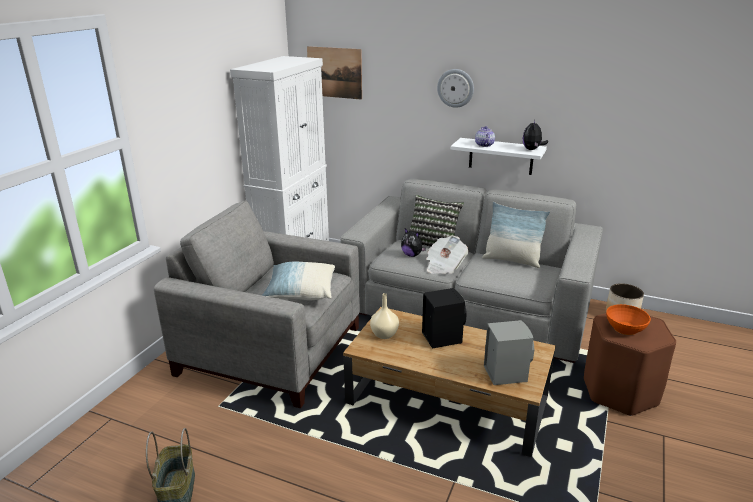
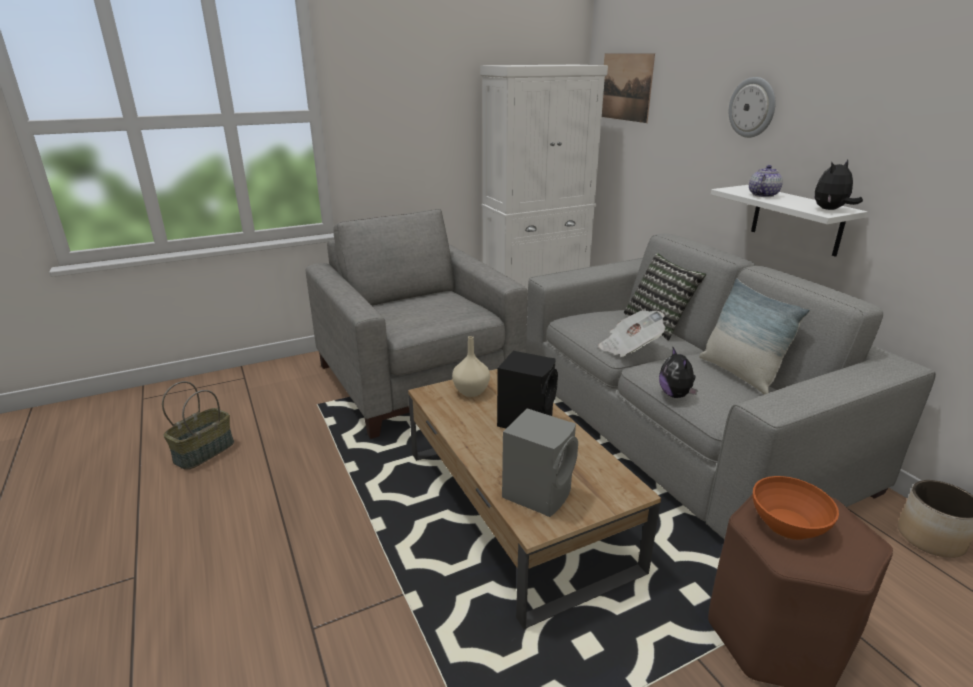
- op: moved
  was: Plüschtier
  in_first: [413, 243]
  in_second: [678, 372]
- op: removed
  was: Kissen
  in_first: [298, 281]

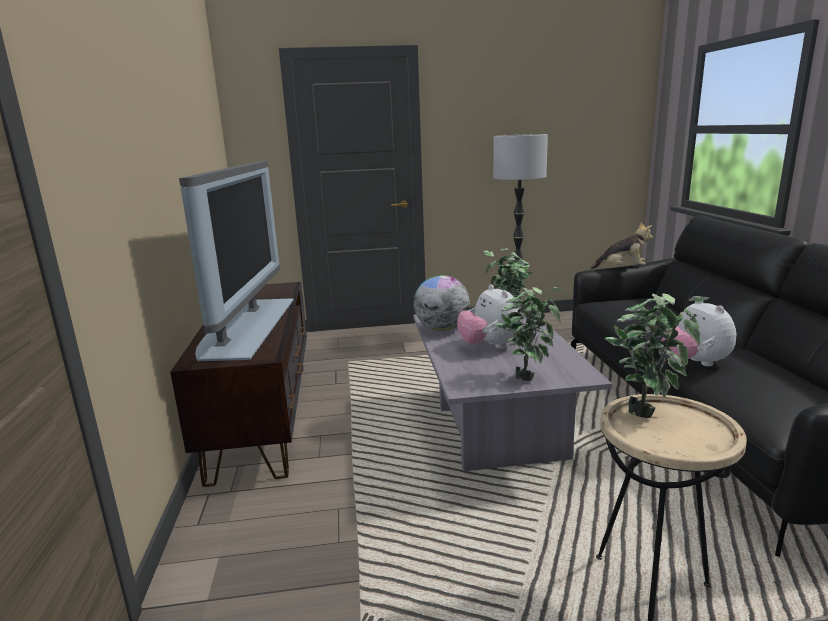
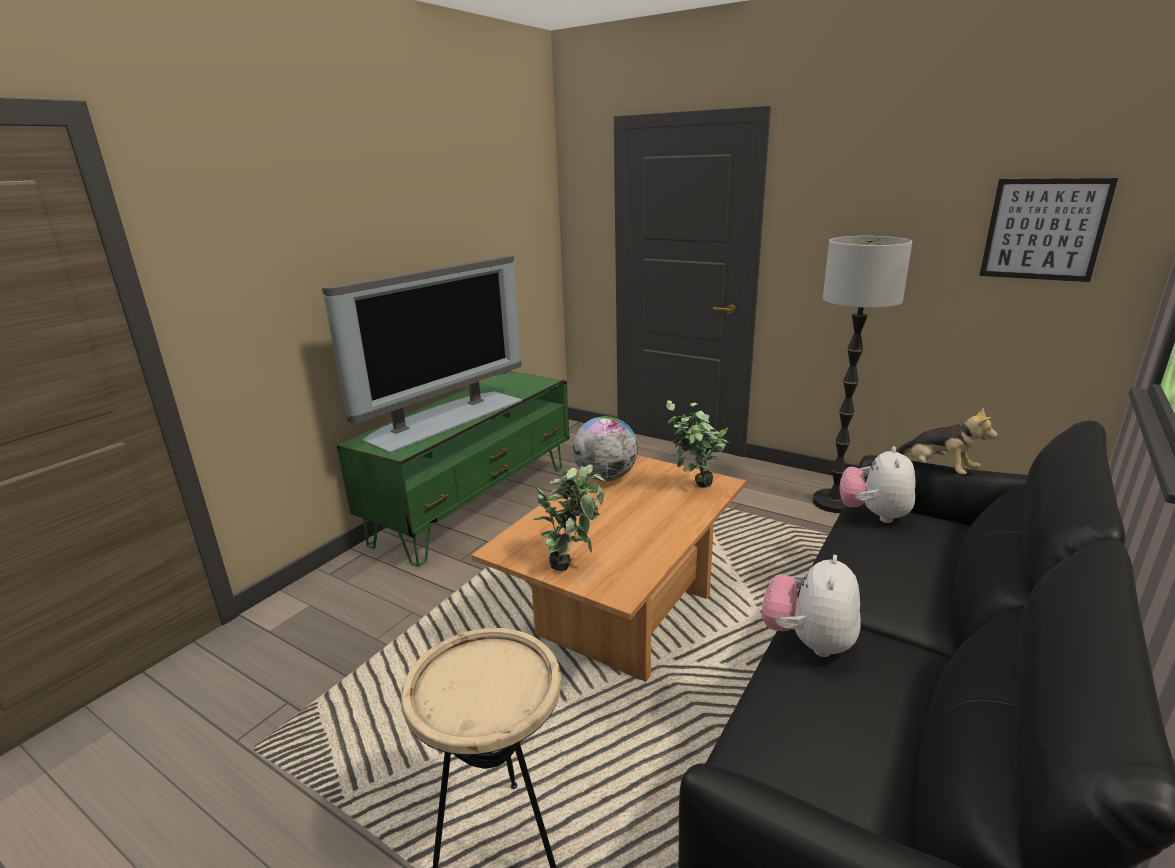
- op: recoloured
  was: Fernsehschrank [braun]
  now: Fernsehschrank [grün]
  in_first: [238, 384]
  in_second: [453, 469]
- op: moved
  was: Plüschtier
  in_first: [489, 316]
  in_second: [878, 484]
- op: removed
  was: Topfpflanze
  in_first: [658, 355]
- op: recoloured
  was: Couchtisch [grau]
  now: Couchtisch [braun]
  in_first: [512, 388]
  in_second: [608, 568]
- op: added
  now: Bild
  in_second: [1048, 230]

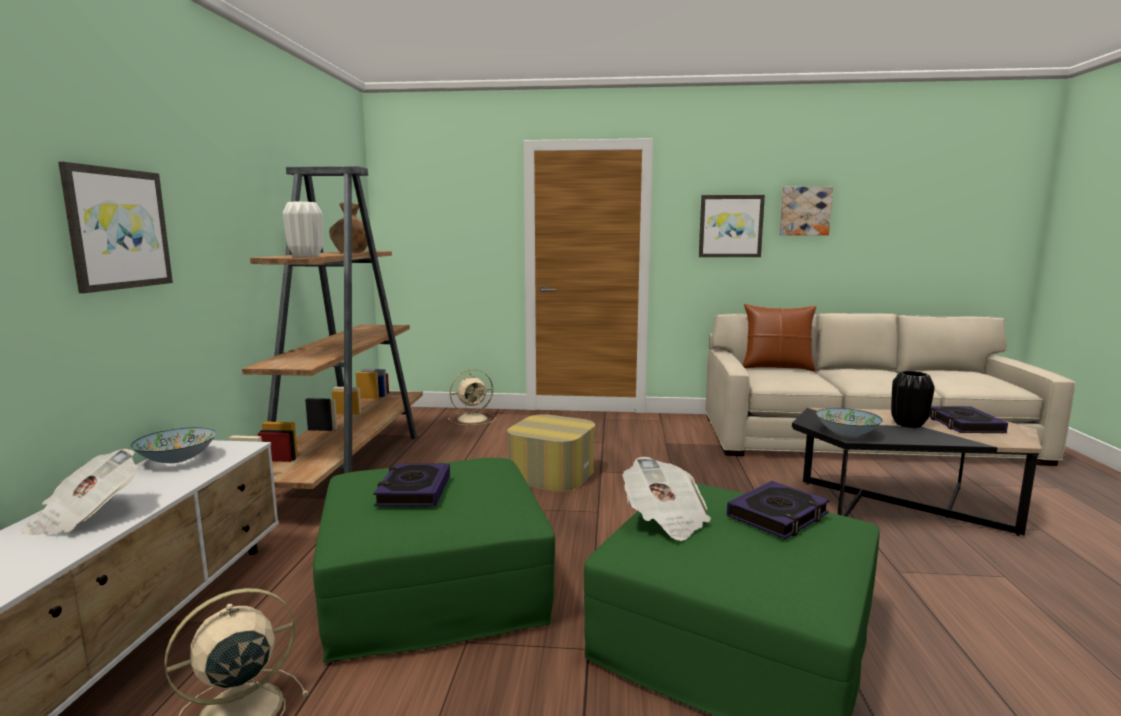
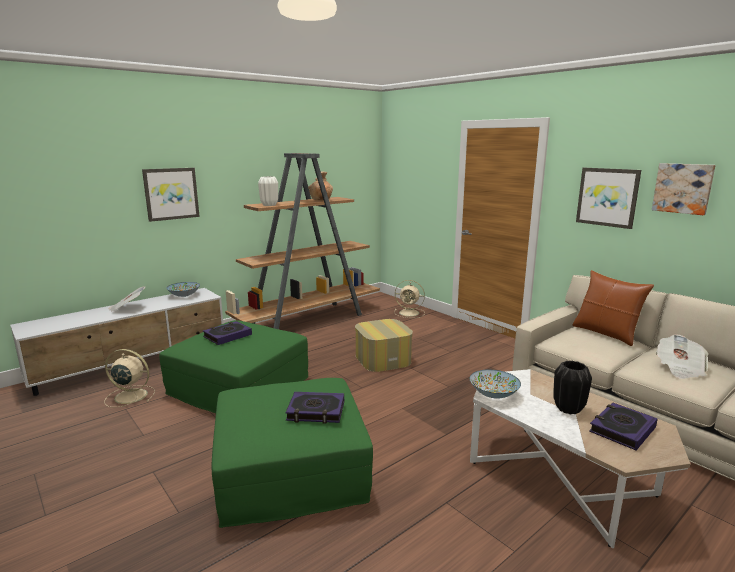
- op: recoloured
  was: Couchtisch [schwarz]
  now: Couchtisch [weiß]
  in_first: [916, 472]
  in_second: [580, 458]
- op: moved
  was: Zeitung
  in_first: [667, 499]
  in_second: [682, 356]

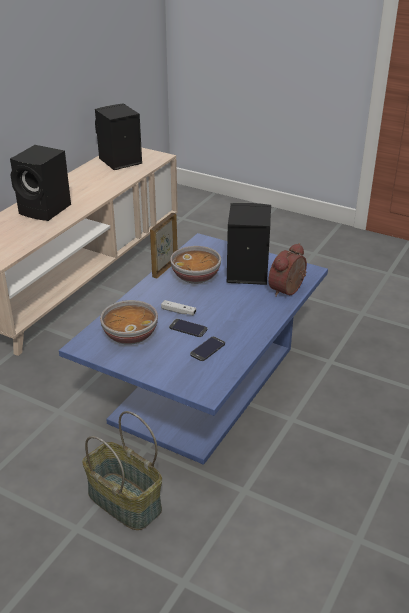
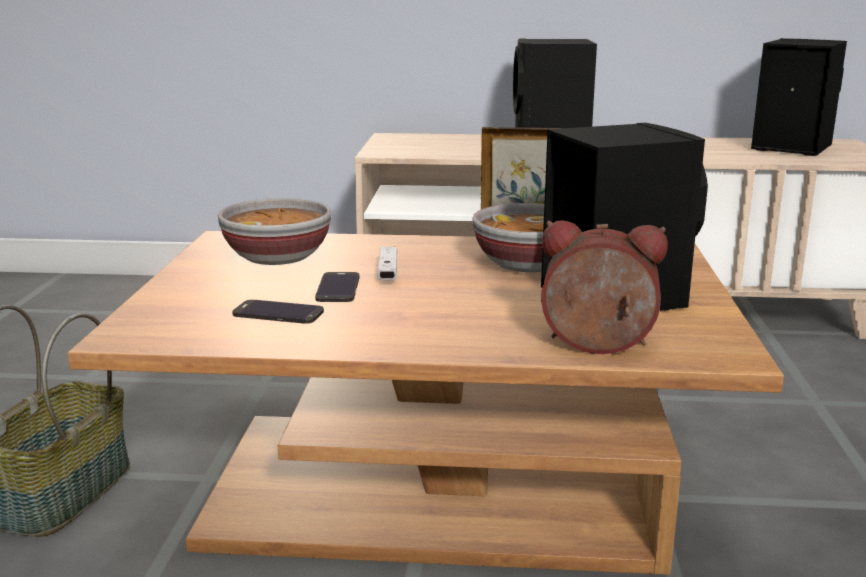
- op: recoloured
  was: Couchtisch [blau]
  now: Couchtisch [braun]
  in_first: [193, 349]
  in_second: [425, 403]

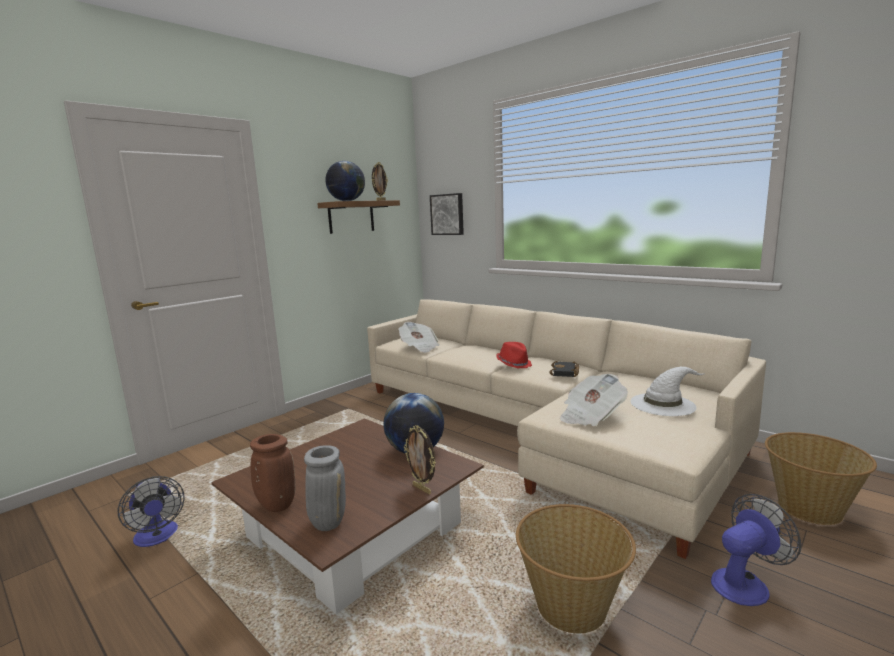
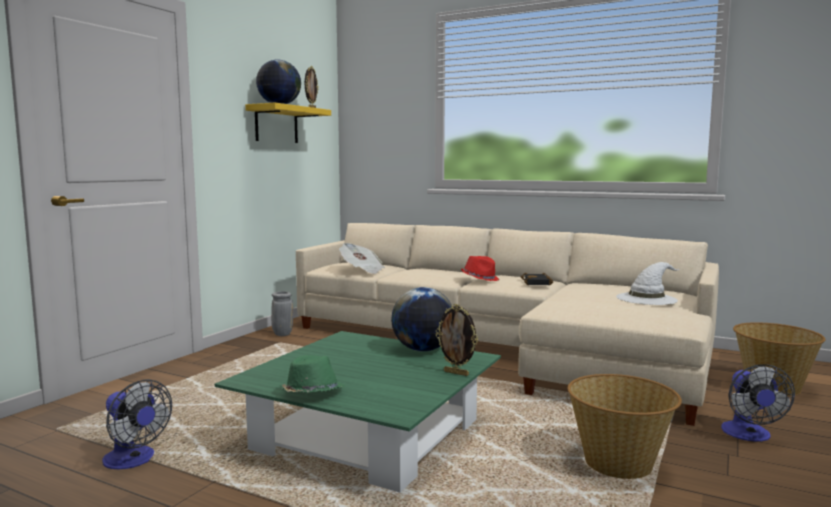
- op: removed
  was: Bild
  in_first: [447, 214]
- op: recoloured
  was: Wandregal [braun]
  now: Wandregal [gelb]
  in_first: [358, 217]
  in_second: [288, 123]
- op: removed
  was: Zeitung
  in_first: [594, 400]
- op: recoloured
  was: Couchtisch [braun]
  now: Couchtisch [grün]
  in_first: [347, 516]
  in_second: [358, 412]
- op: replaced
  was: Vase [braun]
  now: Hut [grün]
  in_first: [272, 473]
  in_second: [313, 373]
- op: moved
  was: Vase [grau]
  in_first: [325, 488]
  in_second: [282, 313]
- op: turned
  was: Ventilator
  in_first: [756, 550]
  in_second: [758, 402]
  clockwise: 135

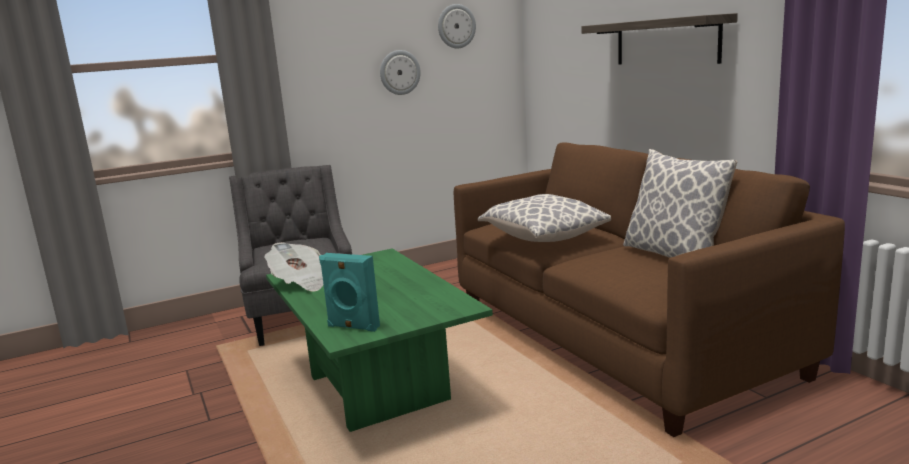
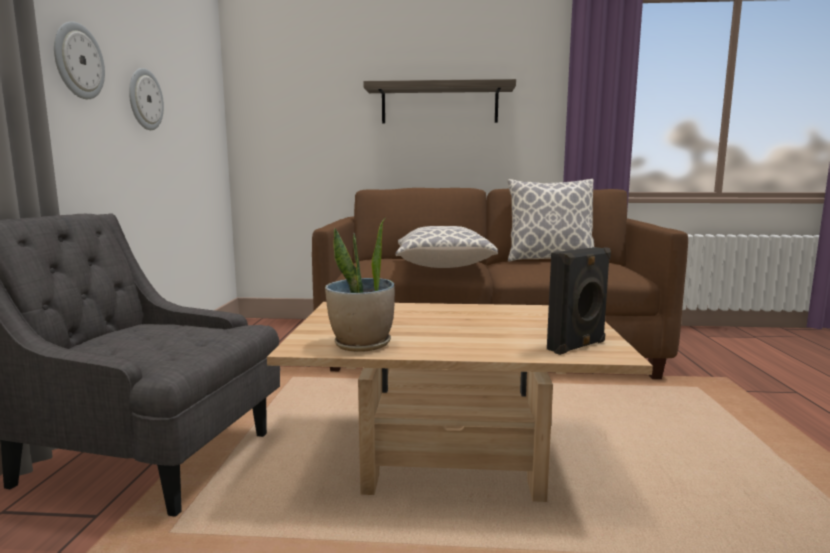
- op: moved
  was: Wanduhr
  in_first: [457, 26]
  in_second: [79, 60]
- op: replaced
  was: Zeitung
  now: Topfpflanze
  in_first: [293, 266]
  in_second: [360, 285]
- op: recoloured
  was: Couchtisch [grün]
  now: Couchtisch [beige]
  in_first: [379, 340]
  in_second: [460, 402]
- op: recoloured
  was: Lautsprecher [türkis]
  now: Lautsprecher [schwarz]
  in_first: [349, 292]
  in_second: [579, 301]

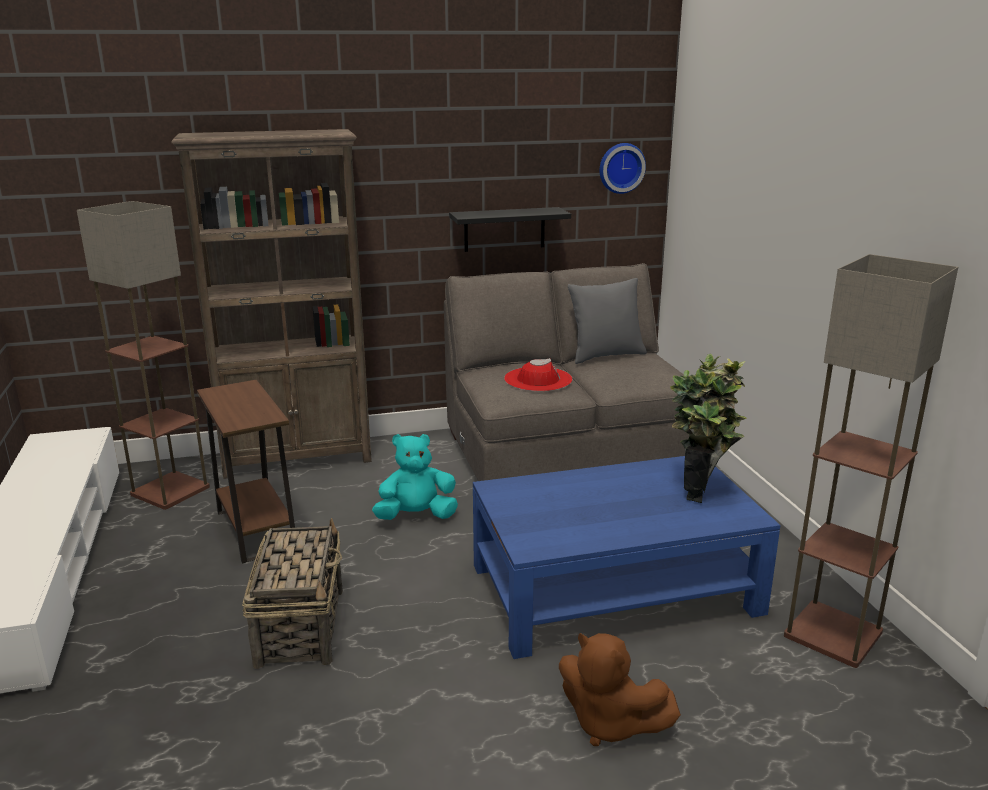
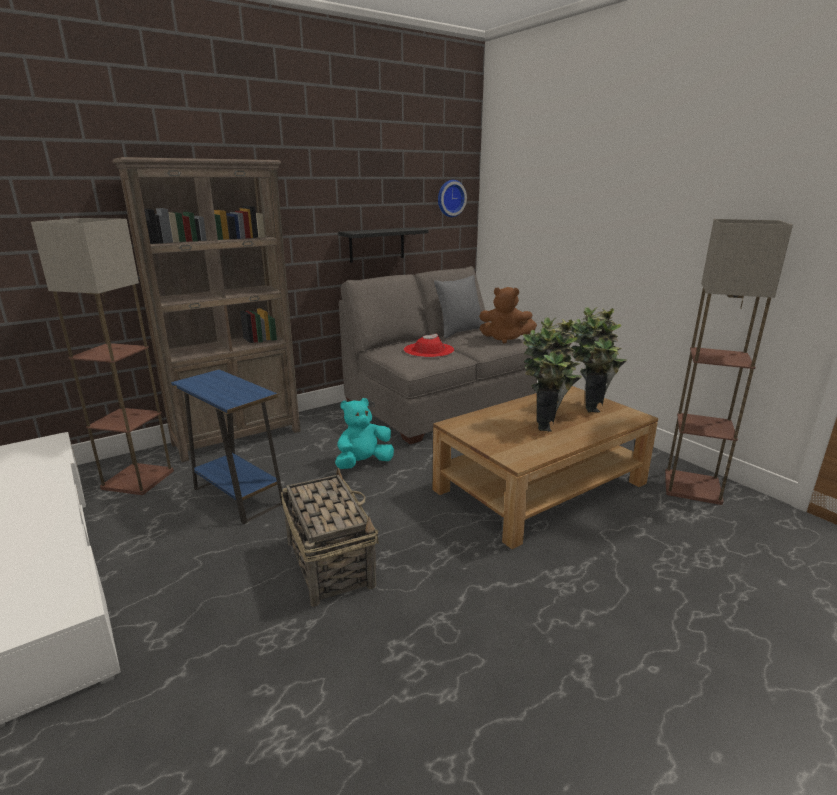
- op: recoloured
  was: Beistelltisch [braun]
  now: Beistelltisch [blau]
  in_first: [246, 472]
  in_second: [227, 446]
- op: recoloured
  was: Couchtisch [blau]
  now: Couchtisch [braun]
  in_first: [627, 557]
  in_second: [545, 467]
- op: moved
  was: Plüschtier [braun]
  in_first: [620, 689]
  in_second: [508, 315]
- op: added
  now: Topfpflanze
  in_second: [552, 374]

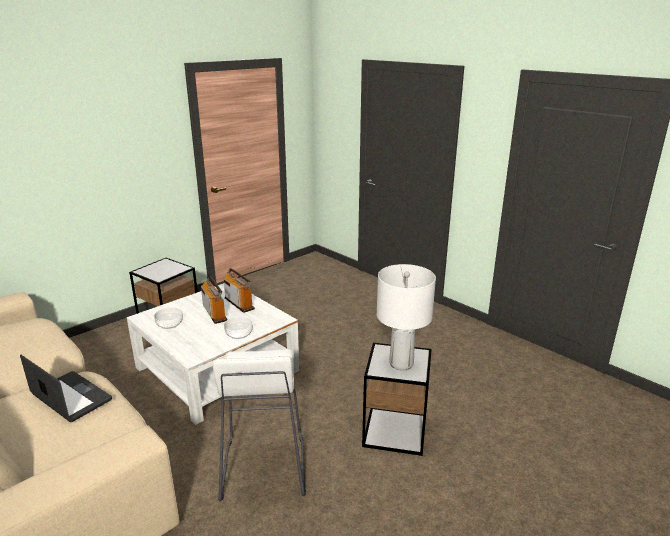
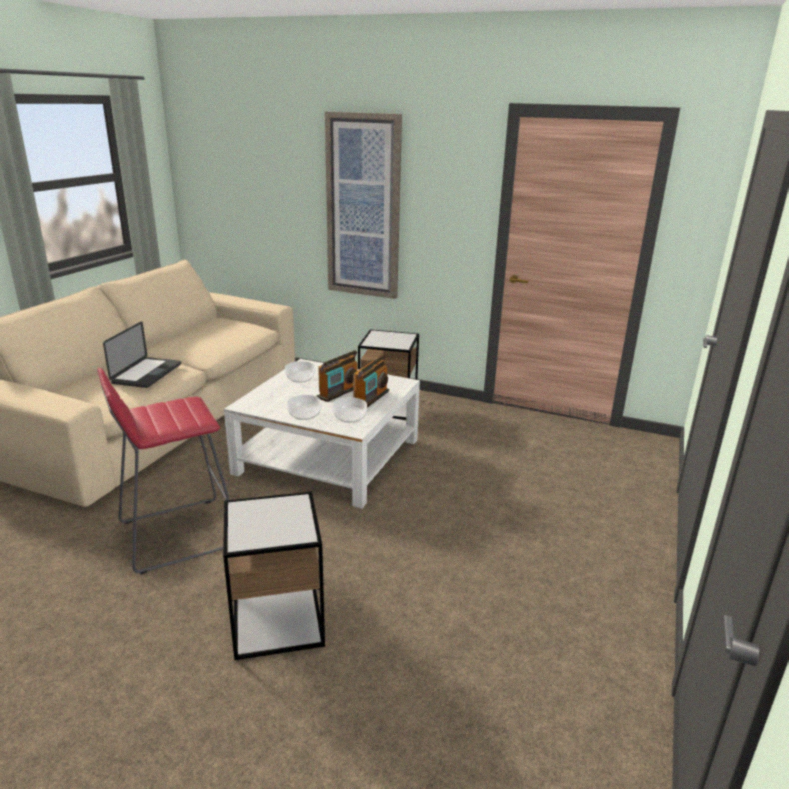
- op: removed
  was: Tischlampe [weiß]
  in_first: [406, 317]
- op: recoloured
  was: Hocker [weiß]
  now: Hocker [rot]
  in_first: [259, 425]
  in_second: [163, 471]
- op: added
  now: Bild
  in_second: [363, 205]
- op: added
  now: Schüssel
  in_second: [350, 410]

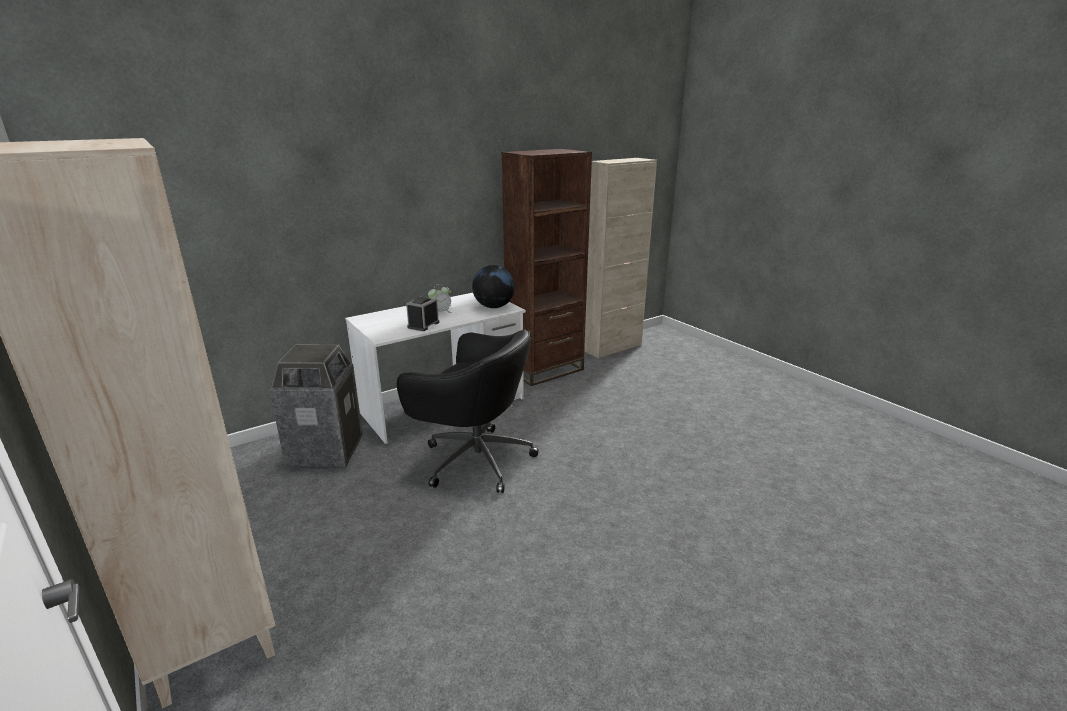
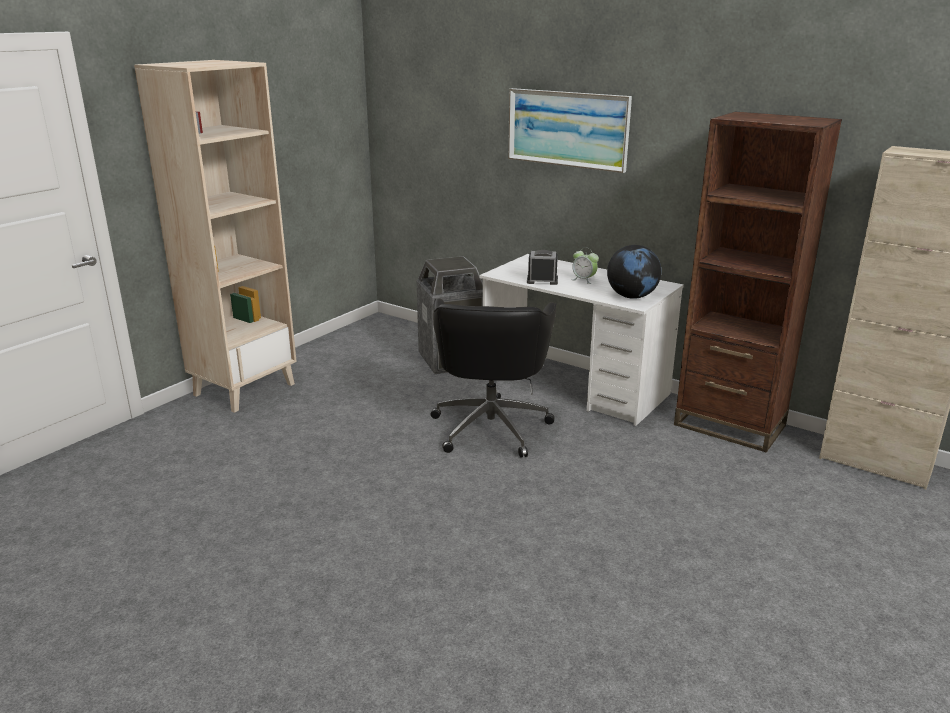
- op: added
  now: Bild
  in_second: [570, 130]

